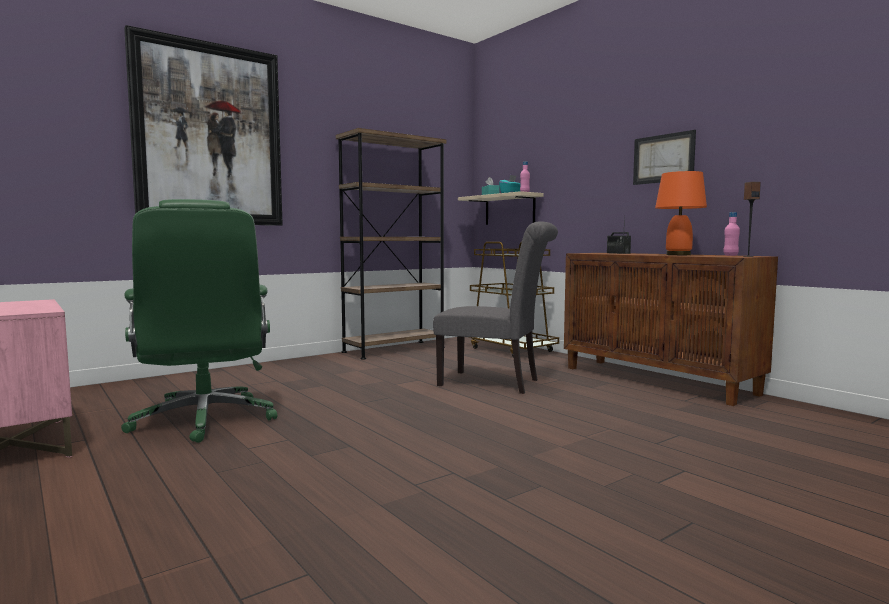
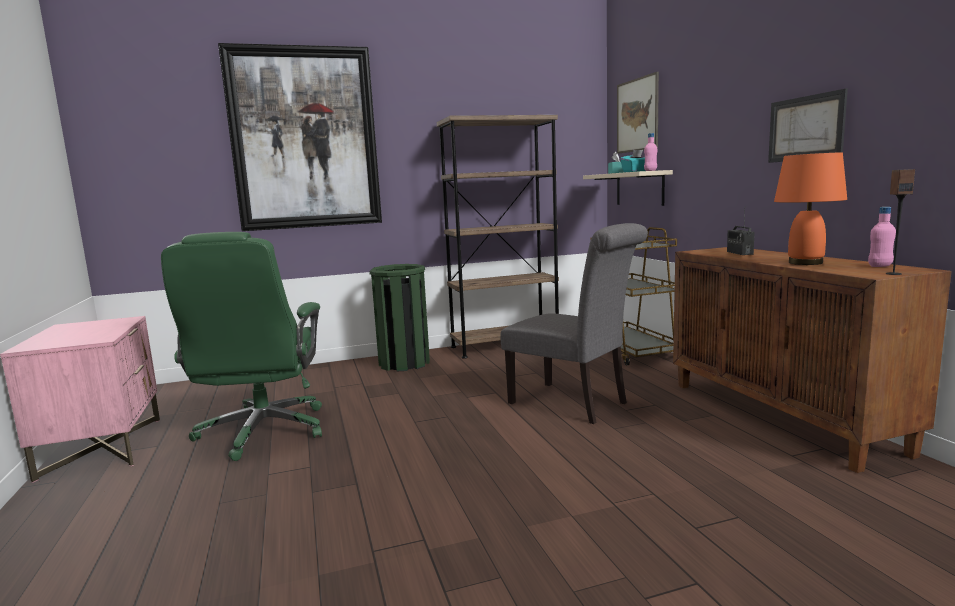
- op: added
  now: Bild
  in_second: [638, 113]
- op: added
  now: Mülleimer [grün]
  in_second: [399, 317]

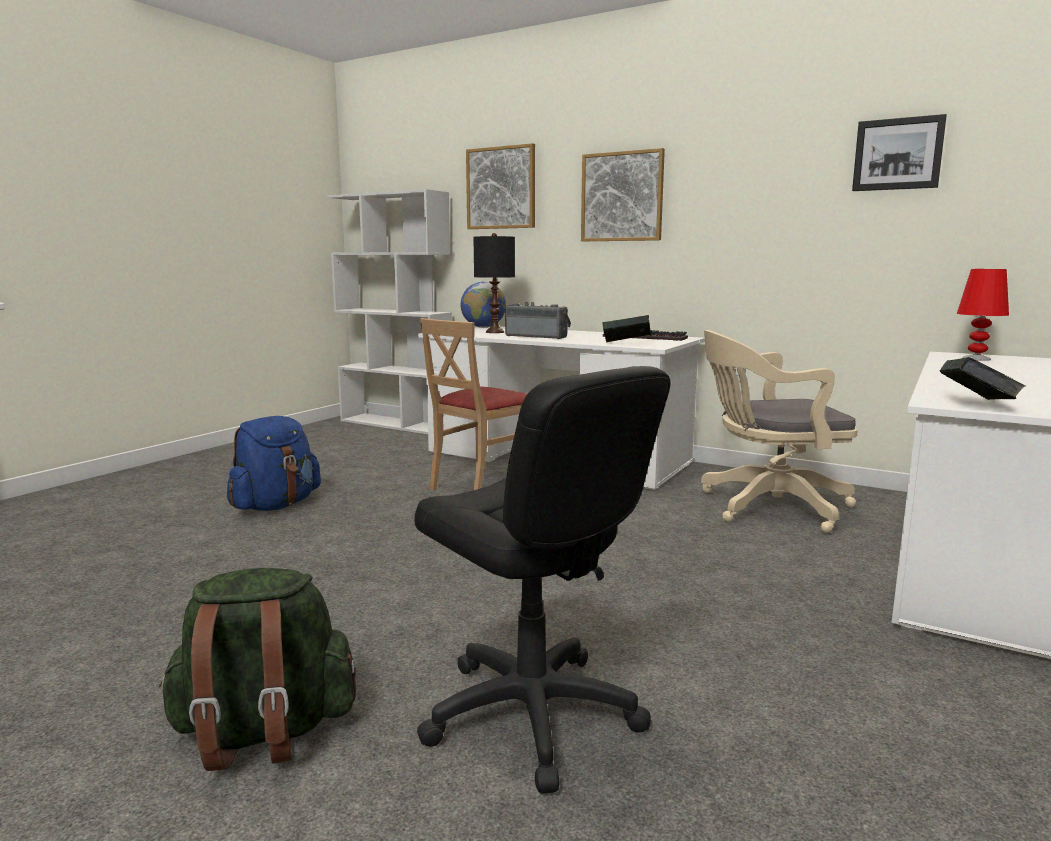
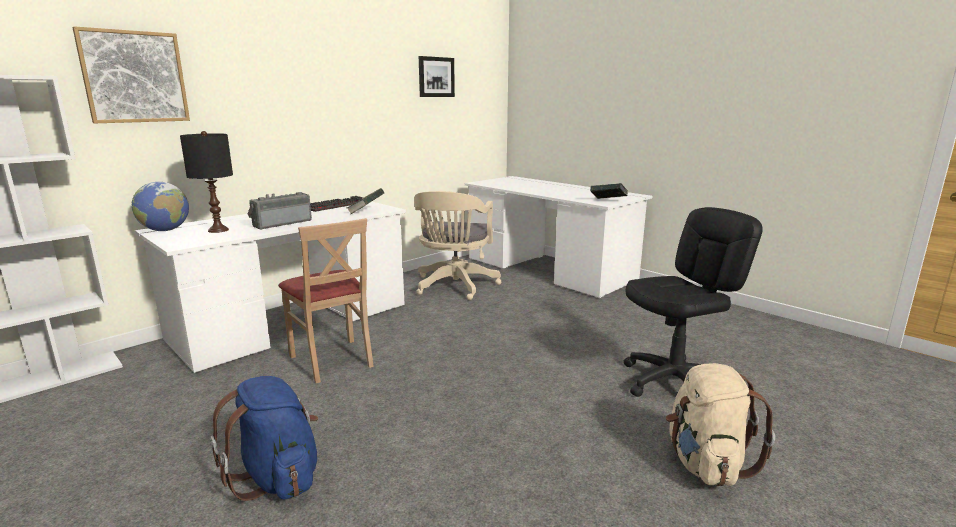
- op: removed
  was: Bild
  in_first: [623, 194]
- op: removed
  was: Tischlampe [rot]
  in_first: [983, 315]
- op: recoloured
  was: Rucksack [grün]
  now: Rucksack [beige]
  in_first: [257, 669]
  in_second: [720, 424]

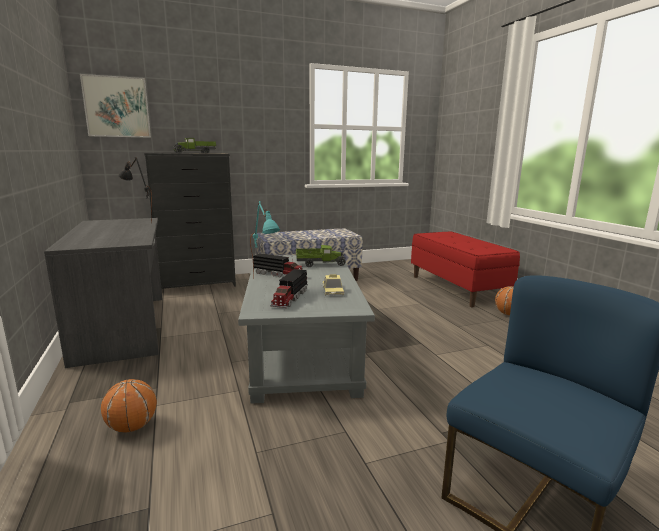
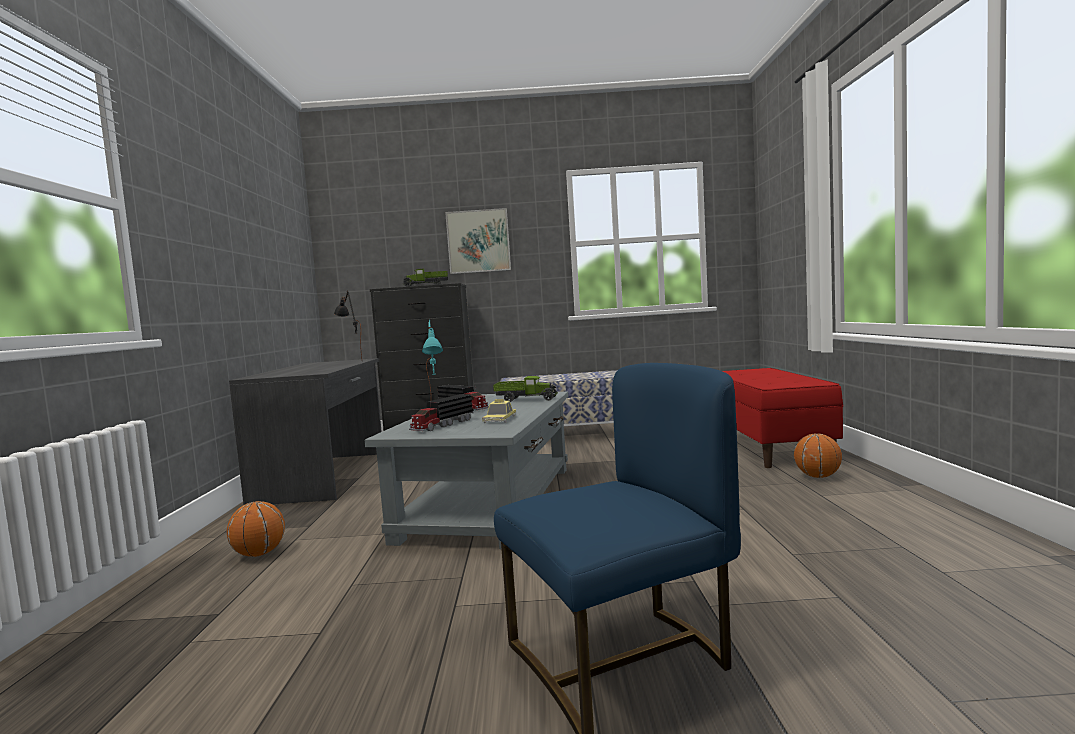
- op: moved
  was: Bild
  in_first: [115, 106]
  in_second: [478, 241]

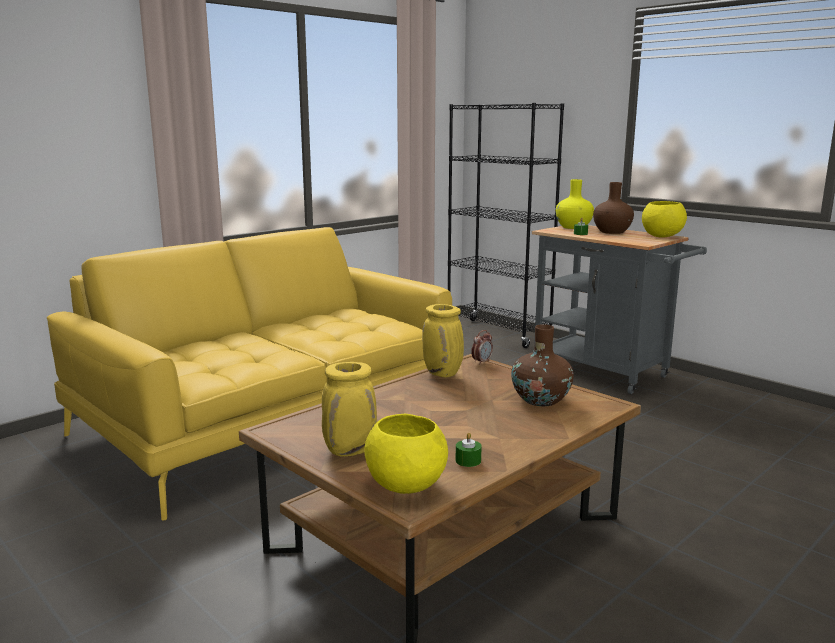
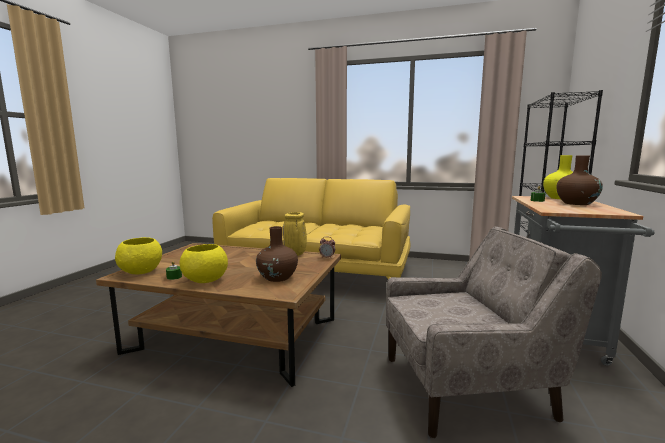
- op: moved
  was: Schüssel [gelb]
  in_first: [664, 219]
  in_second: [204, 263]
- op: removed
  was: Vase [gelb]
  in_first: [349, 409]
- op: added
  now: Sessel [beige]
  in_second: [494, 332]

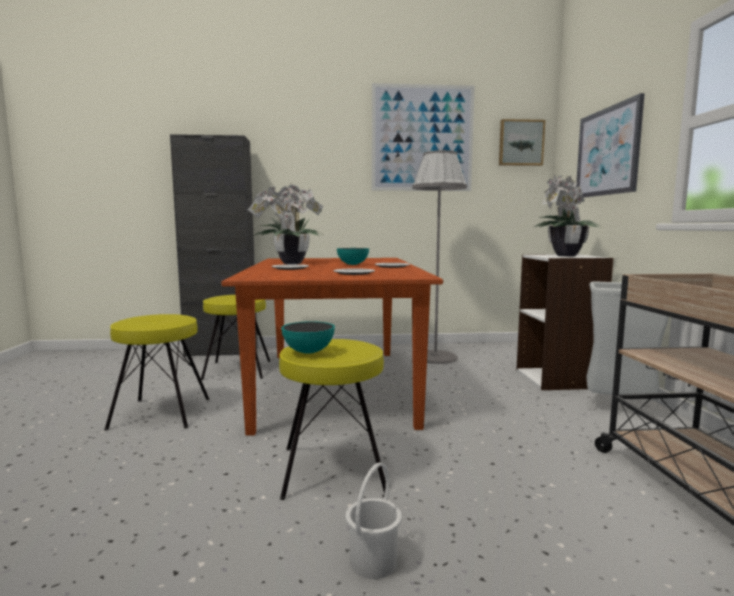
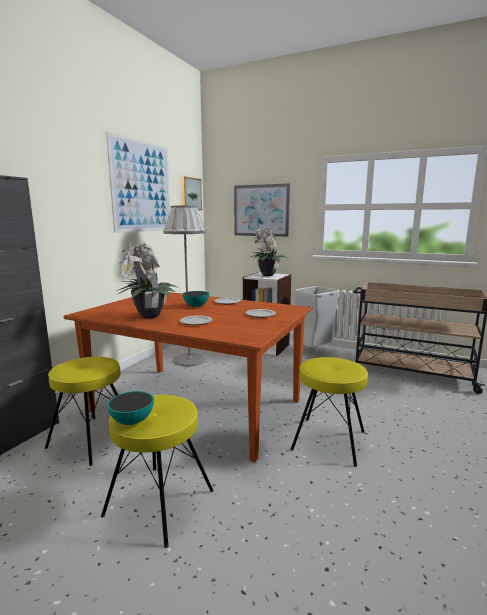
- op: moved
  was: Schüssel
  in_first: [308, 337]
  in_second: [130, 408]
- op: removed
  was: Eimer [weiß]
  in_first: [373, 521]

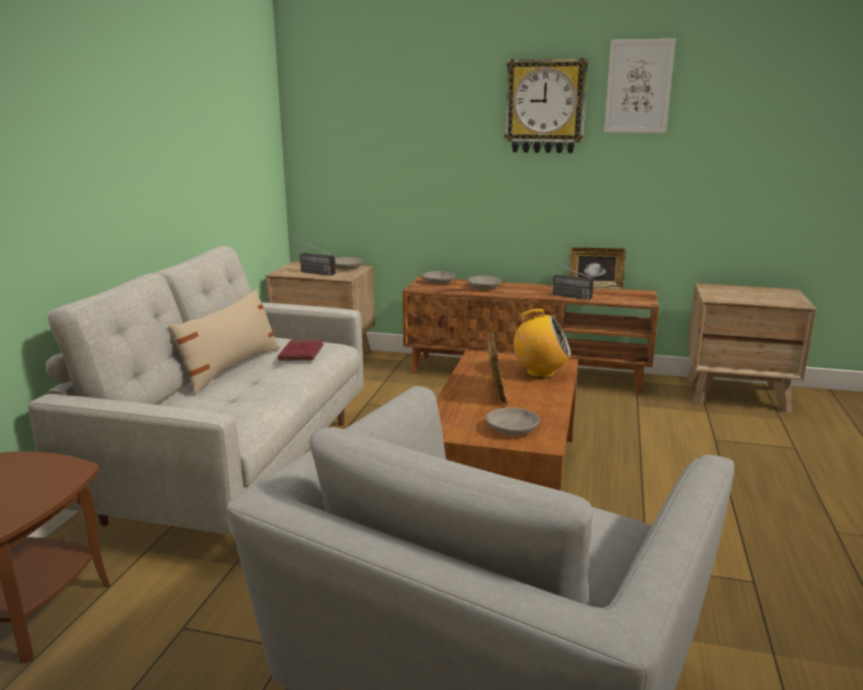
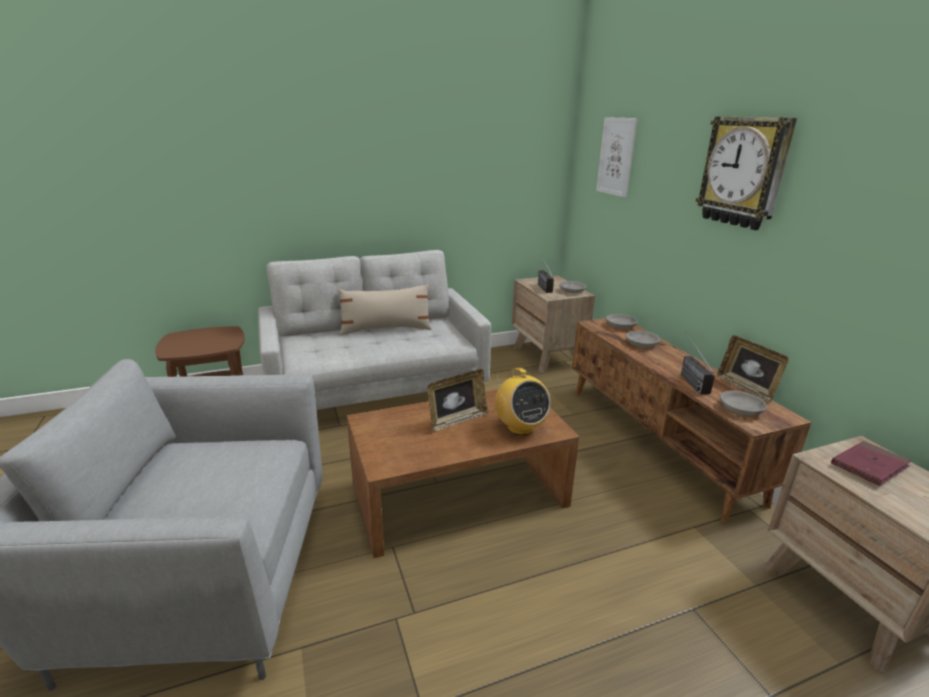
- op: moved
  was: Bild
  in_first: [640, 86]
  in_second: [617, 157]
- op: moved
  was: Buch [rot]
  in_first: [301, 350]
  in_second: [871, 463]
- op: moved
  was: Schüssel [grau]
  in_first: [513, 421]
  in_second: [743, 402]

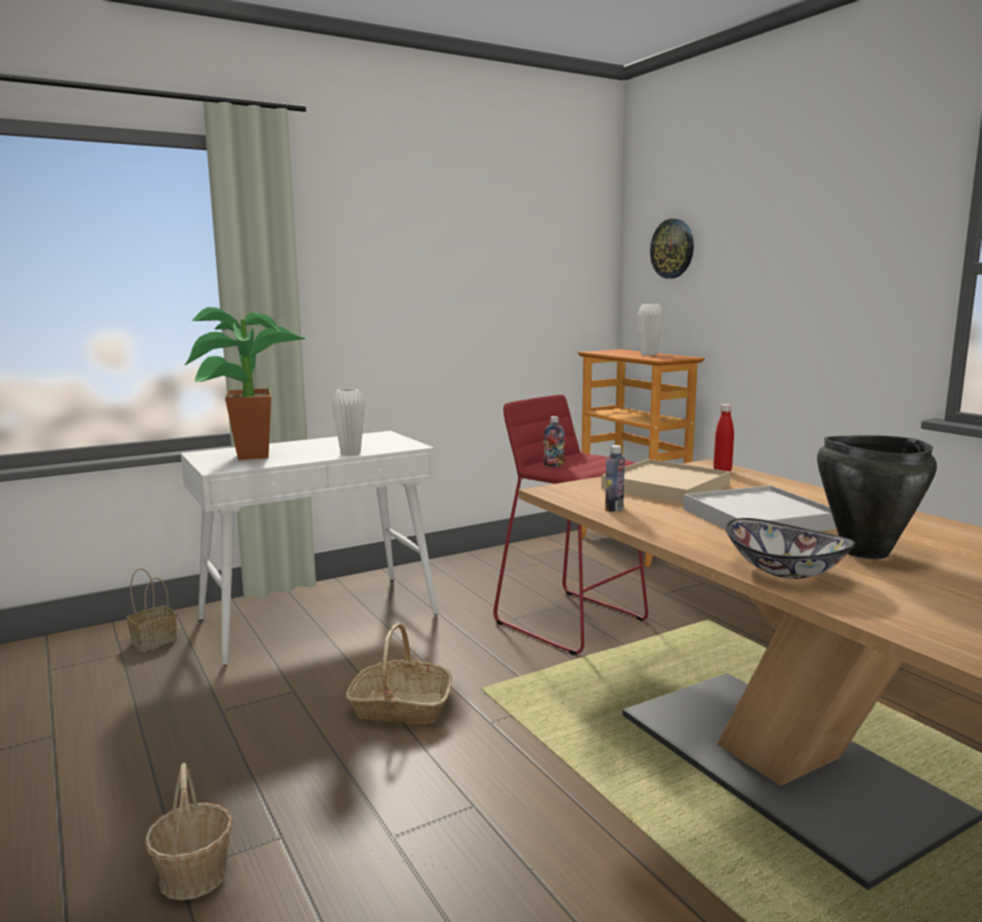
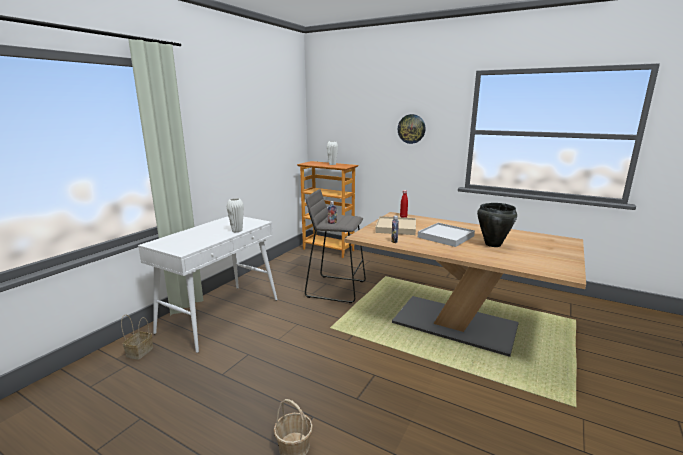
- op: moved
  was: Wanduhr
  in_first: [672, 249]
  in_second: [412, 129]
- op: removed
  was: Topfpflanze
  in_first: [246, 383]
- op: recoloured
  was: Hocker [rot]
  now: Hocker [grau]
  in_first: [571, 525]
  in_second: [335, 246]
- op: removed
  was: Schüssel
  in_first: [790, 548]
- op: removed
  was: Korb
  in_first: [399, 673]

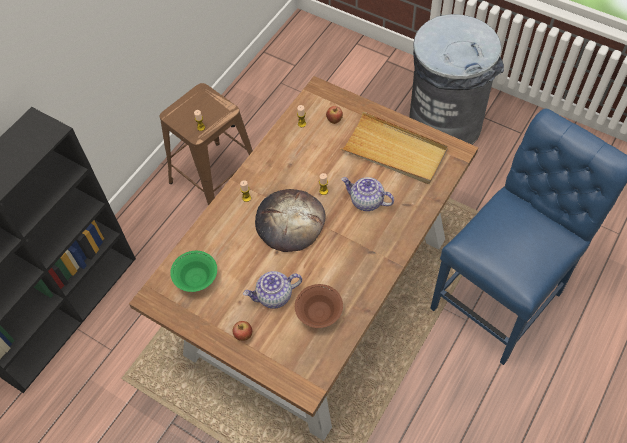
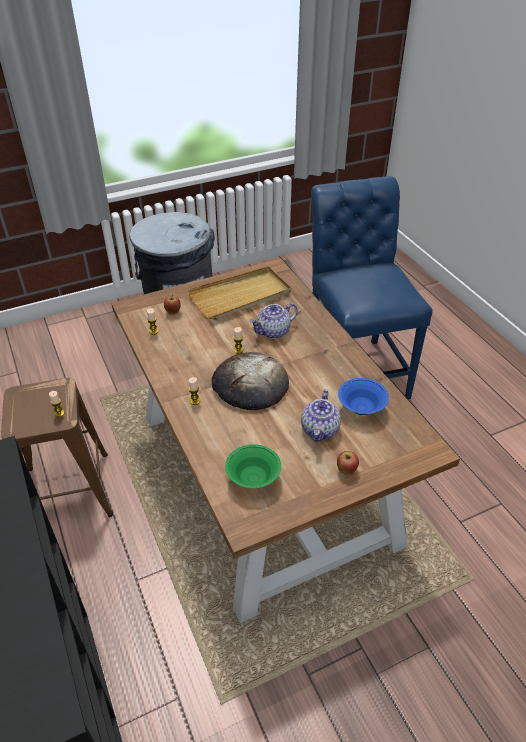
- op: recoloured
  was: Schüssel [braun]
  now: Schüssel [blau]
  in_first: [319, 306]
  in_second: [363, 396]

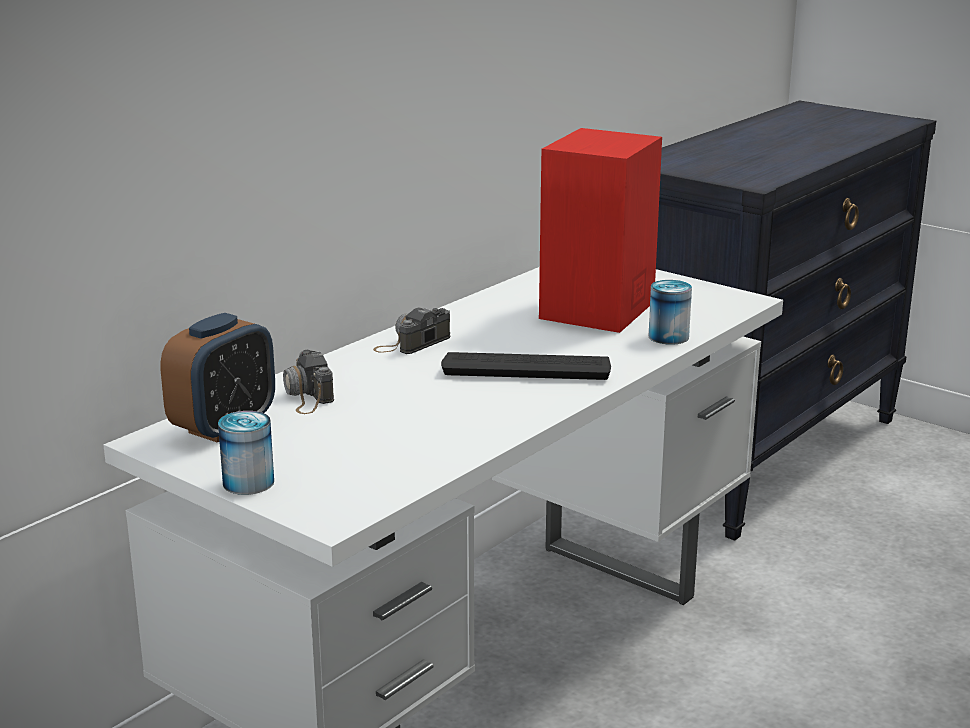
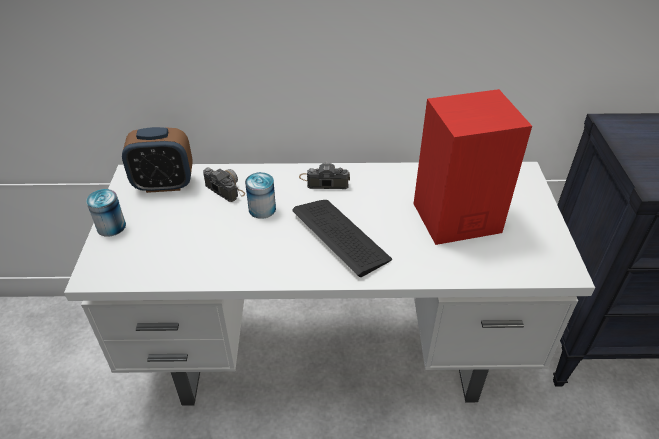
- op: moved
  was: Dose
  in_first: [670, 312]
  in_second: [260, 195]
- op: turned
  was: Kamera
  in_first: [308, 381]
  in_second: [224, 185]
  clockwise: 105

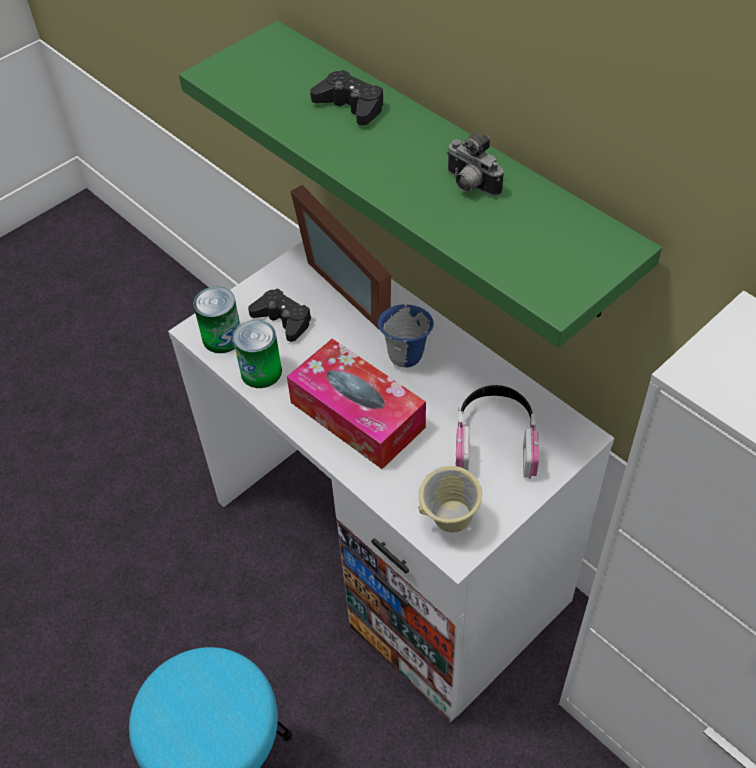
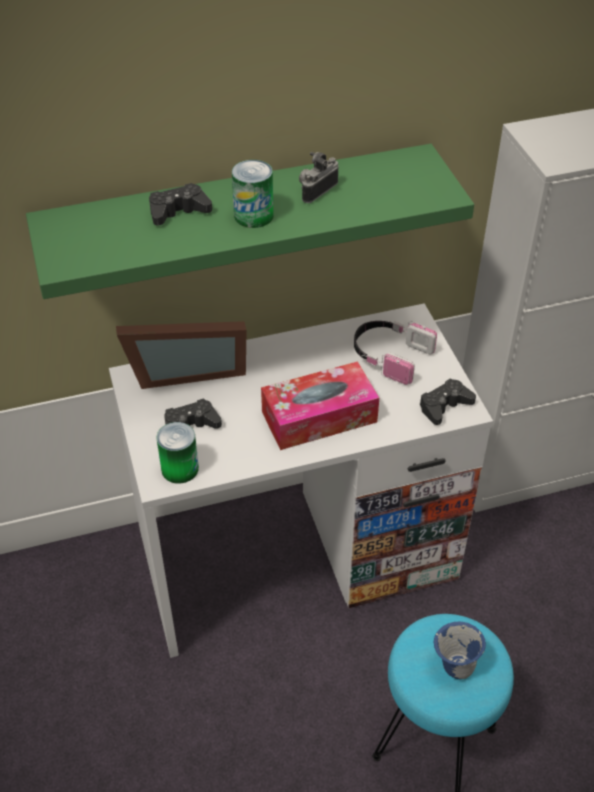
- op: turned
  was: Kamera
  in_first: [475, 165]
  in_second: [319, 177]
  clockwise: 150
- op: moved
  was: Henkelbecher [blau]
  in_first: [406, 336]
  in_second: [460, 650]
- op: moved
  was: Dose
  in_first: [257, 354]
  in_second: [252, 194]
- op: replaced
  was: Henkelbecher [beige]
  now: Gamepad [schwarz]
  in_first: [450, 499]
  in_second: [447, 402]

